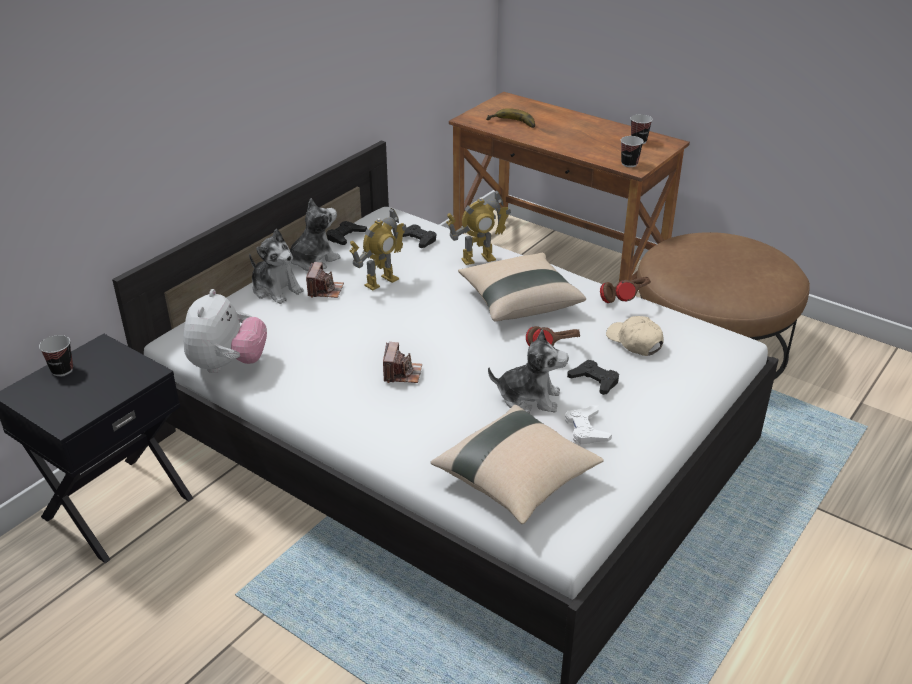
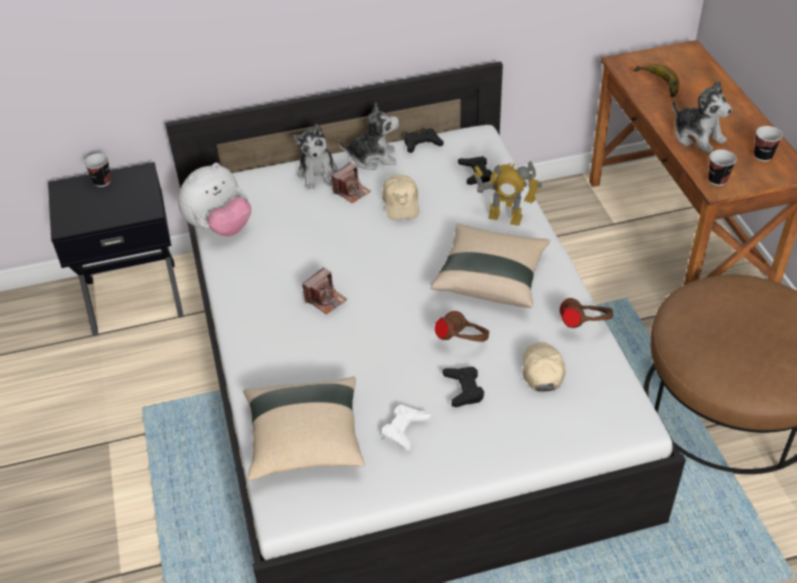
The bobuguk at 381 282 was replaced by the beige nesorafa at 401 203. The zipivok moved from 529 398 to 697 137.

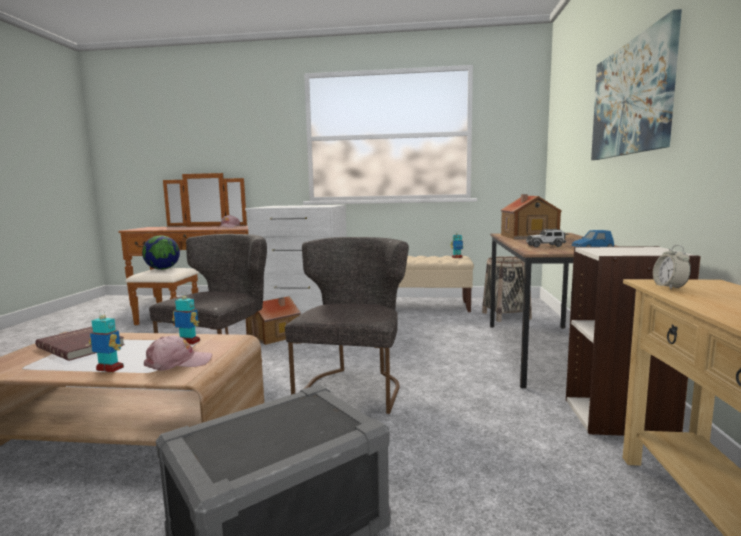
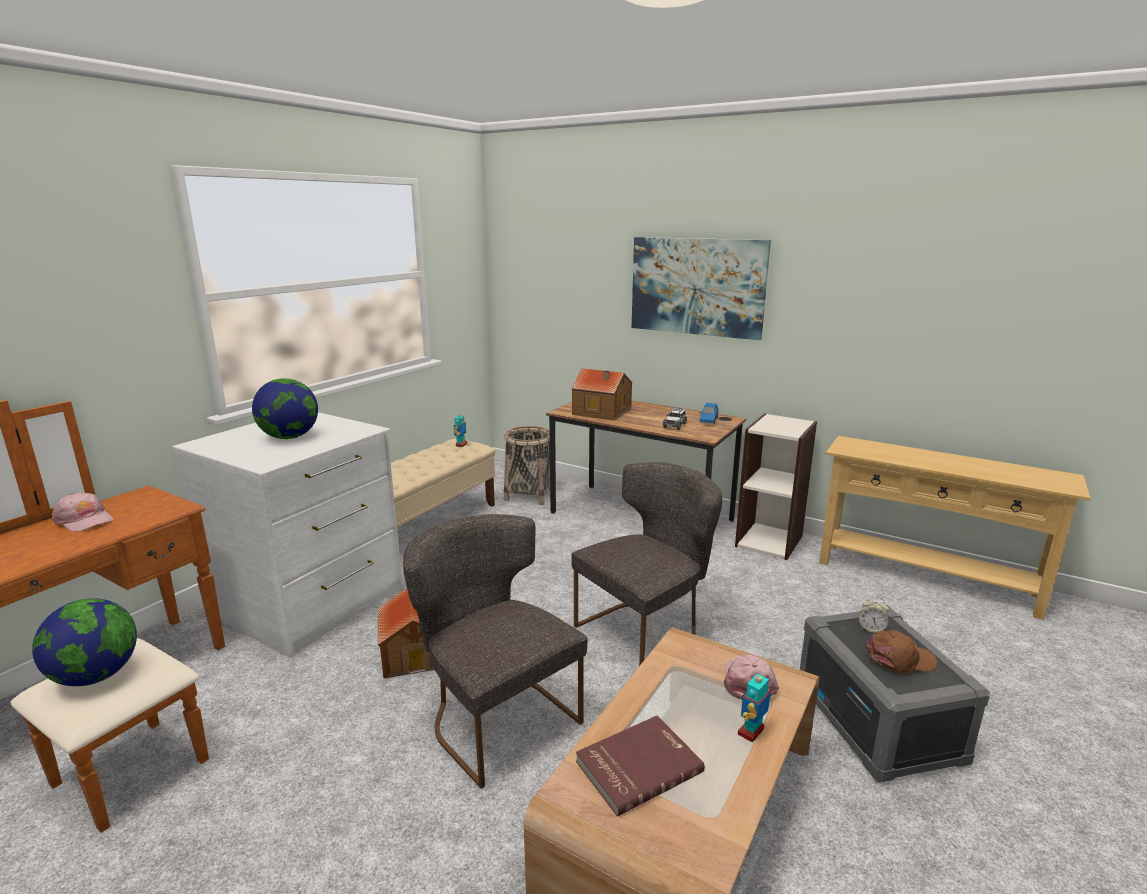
The bobuguk at 188 342 disappeared. The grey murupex at 353 386 turned 105 degrees clockwise. The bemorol moved from 669 287 to 871 629. The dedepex at 290 437 appeared. The brown nesorafa at 900 659 appeared.

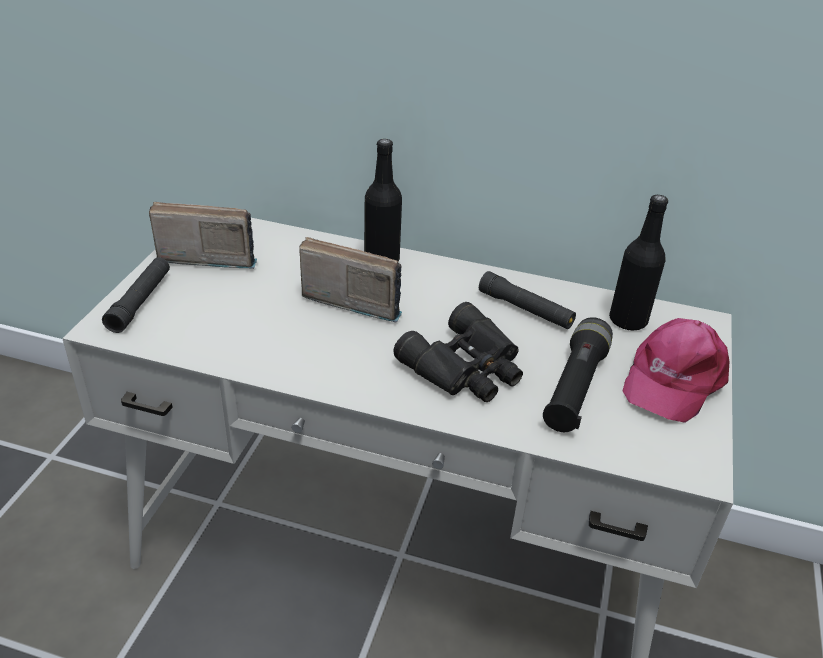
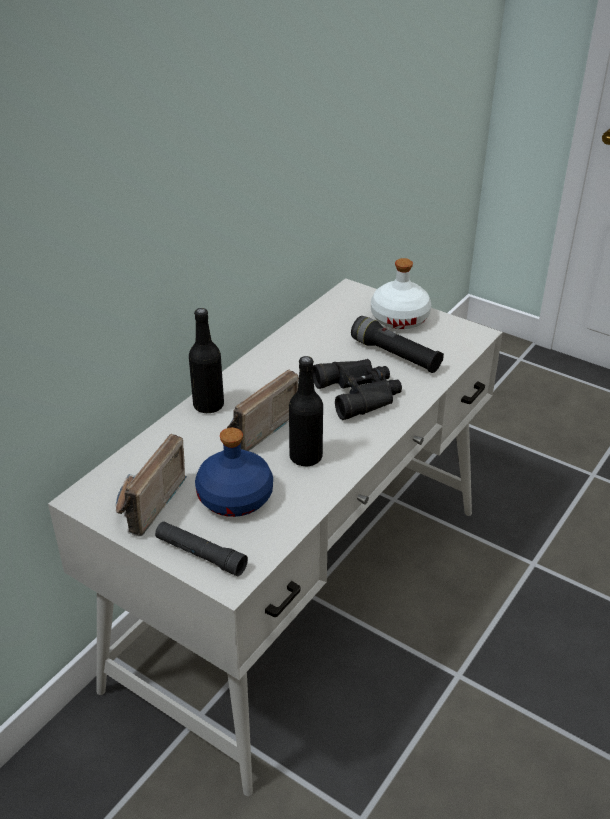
The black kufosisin at 525 309 disappeared. The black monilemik moved from 628 320 to 306 457. The pink nesorafa at 673 379 was replaced by the white monilemik at 399 318. The blue monilemik at 235 498 appeared.

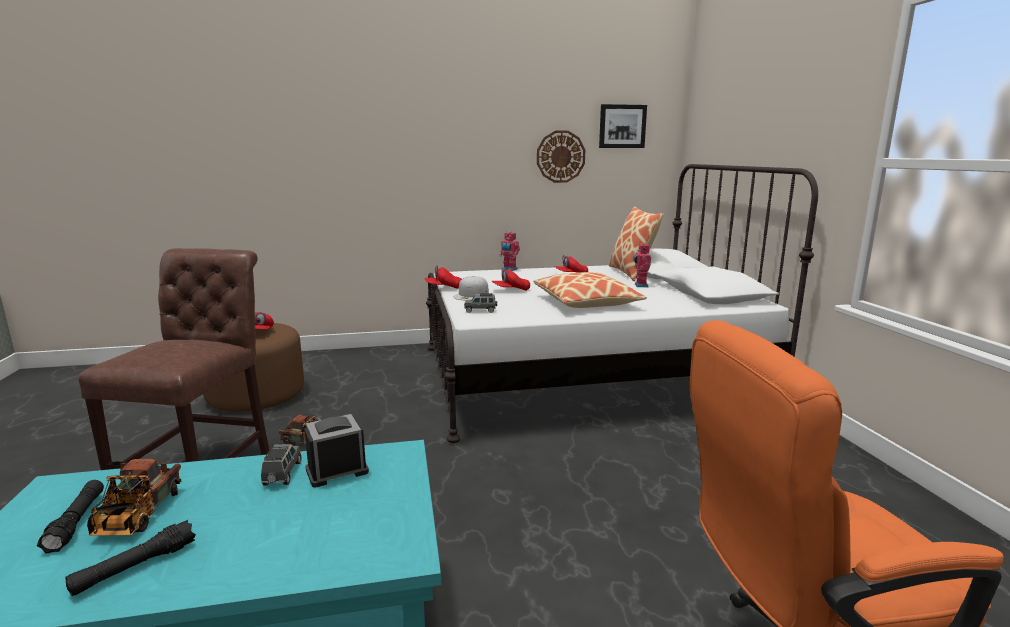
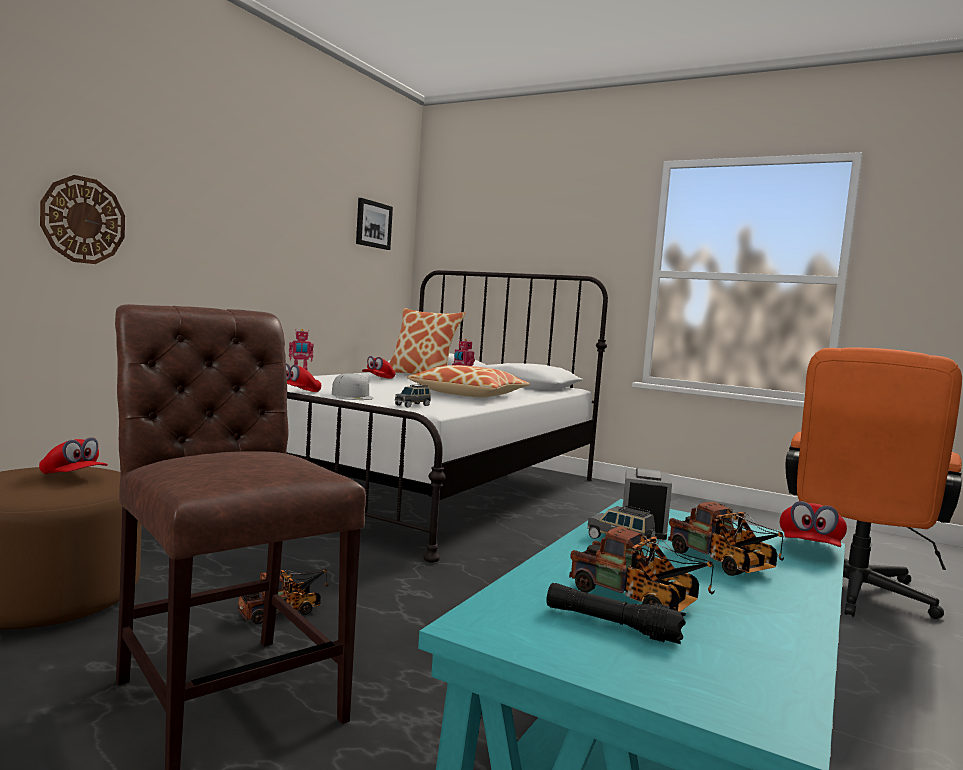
The black kufosisin at 135 567 disappeared. The red nesorafa moved from 511 290 to 809 549. The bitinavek moved from 560 156 to 83 220. The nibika at 724 564 appeared.

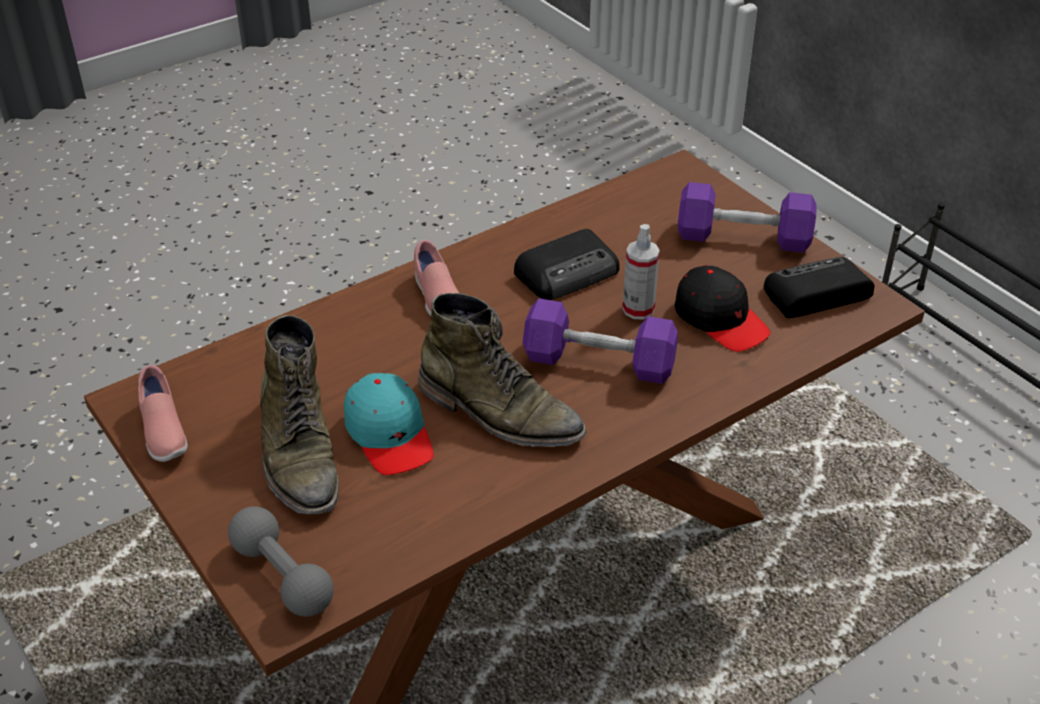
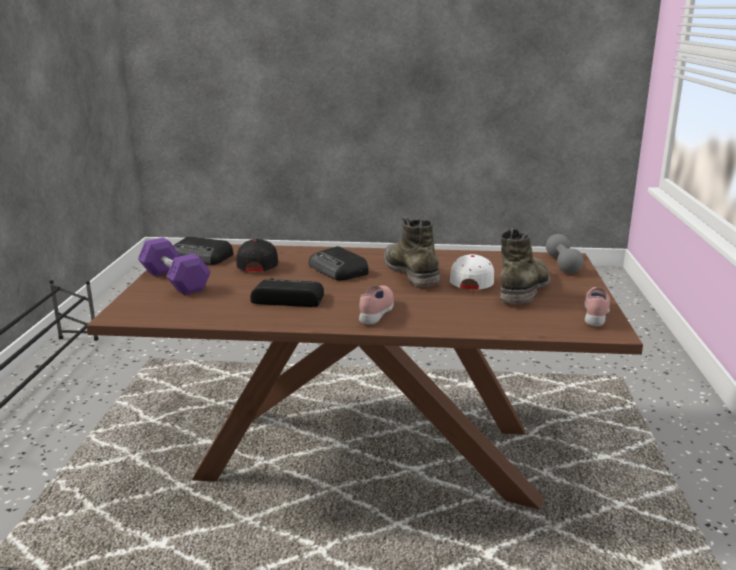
The turquoise nesorafa at 390 434 became the white nesorafa at 472 281. The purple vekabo at 599 362 was replaced by the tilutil at 338 270. The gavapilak at 638 309 disappeared.

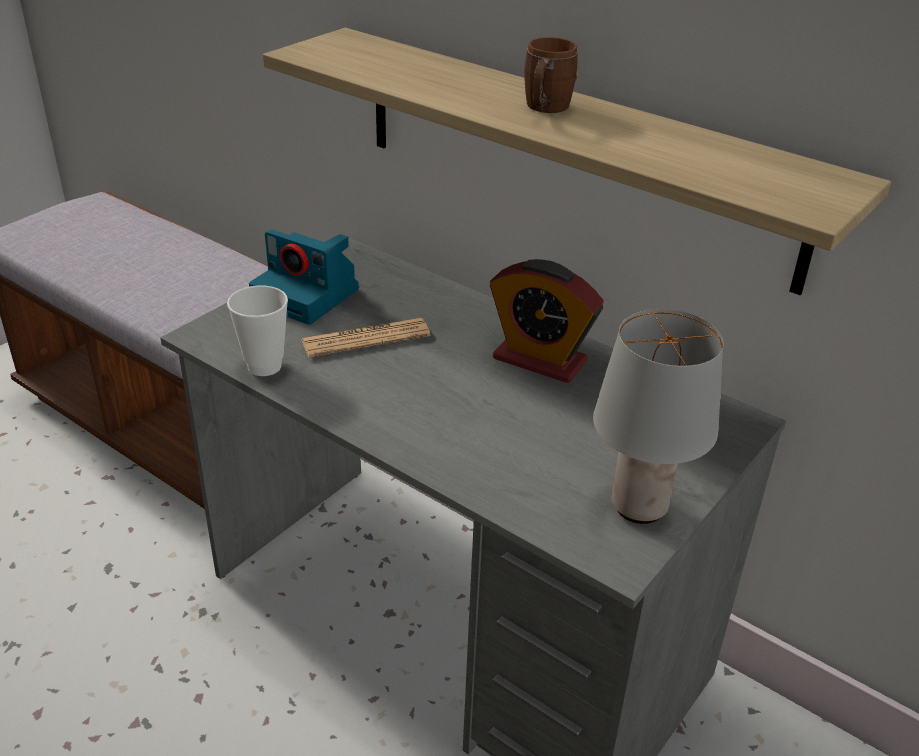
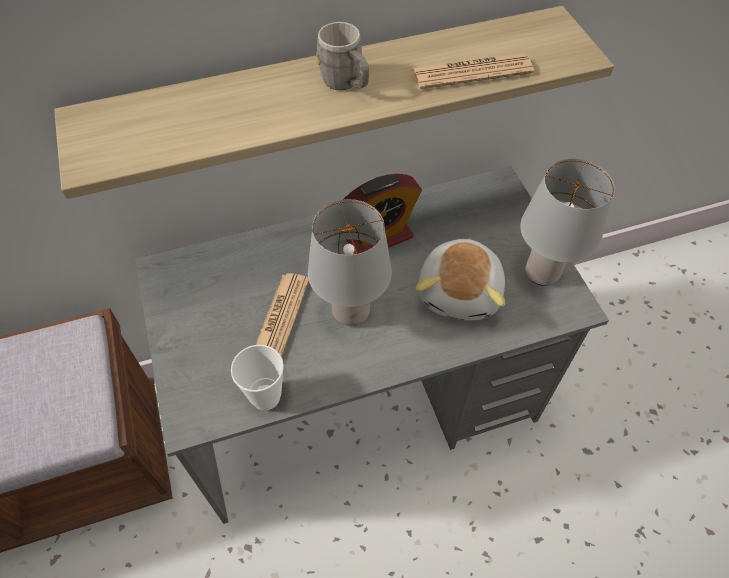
The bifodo at 308 296 disappeared. The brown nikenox at 544 109 became the grey nikenox at 346 84. The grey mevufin at 352 312 appeared. The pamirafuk at 471 72 appeared. The zipivok at 461 292 appeared.

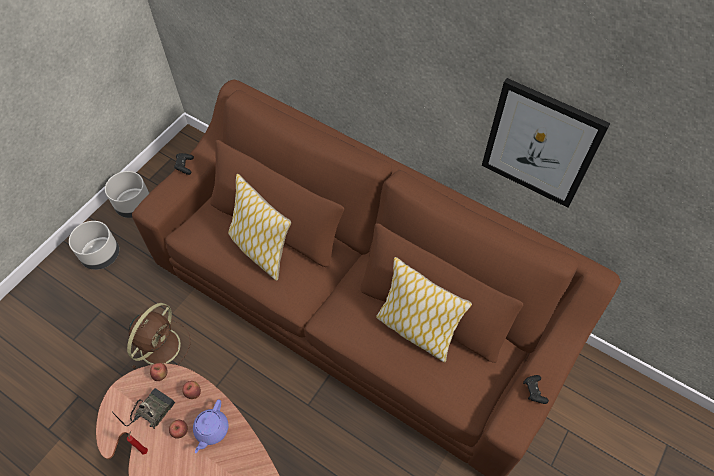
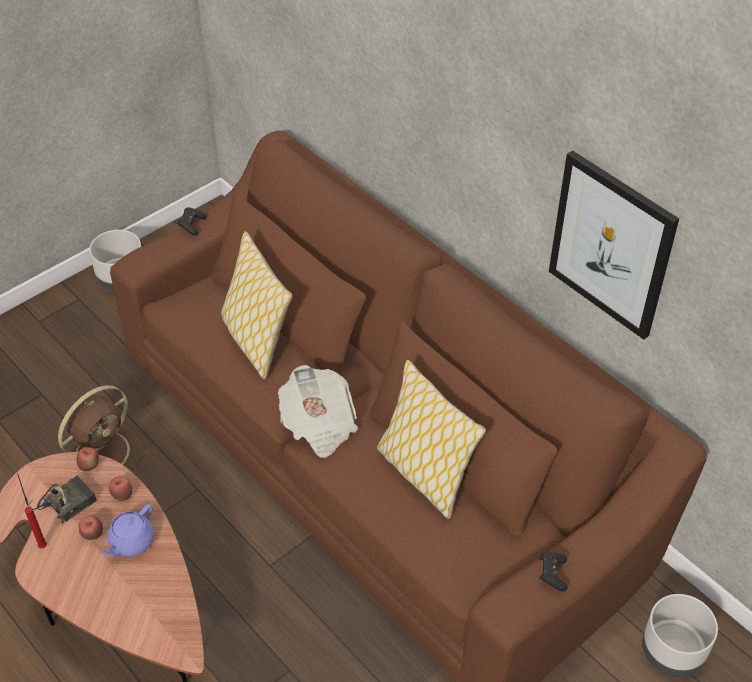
The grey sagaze moved from 101 256 to 672 652. The pamirafuk at 319 424 appeared.

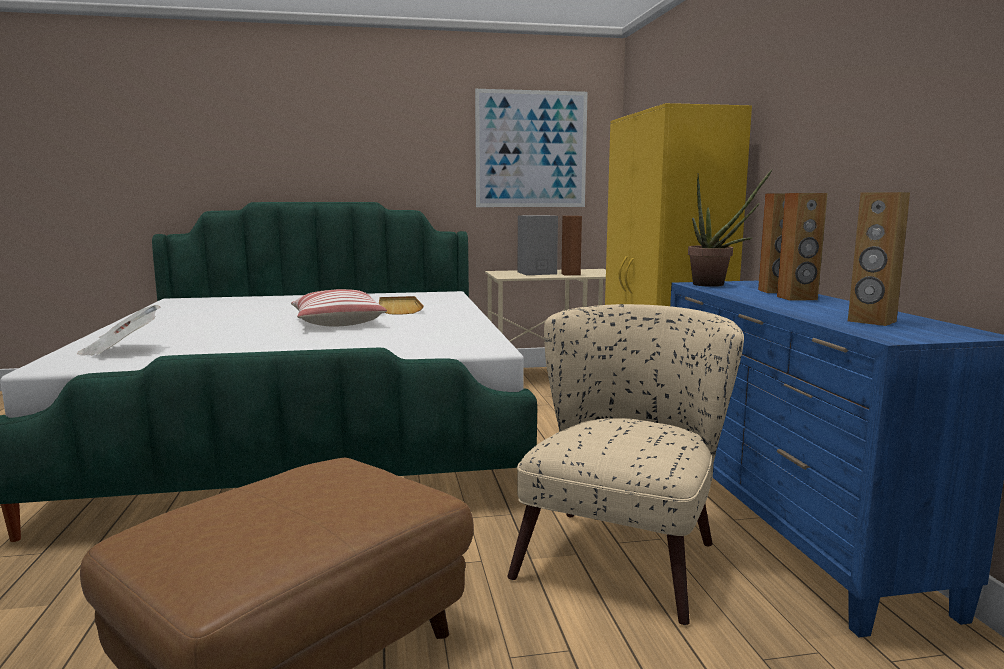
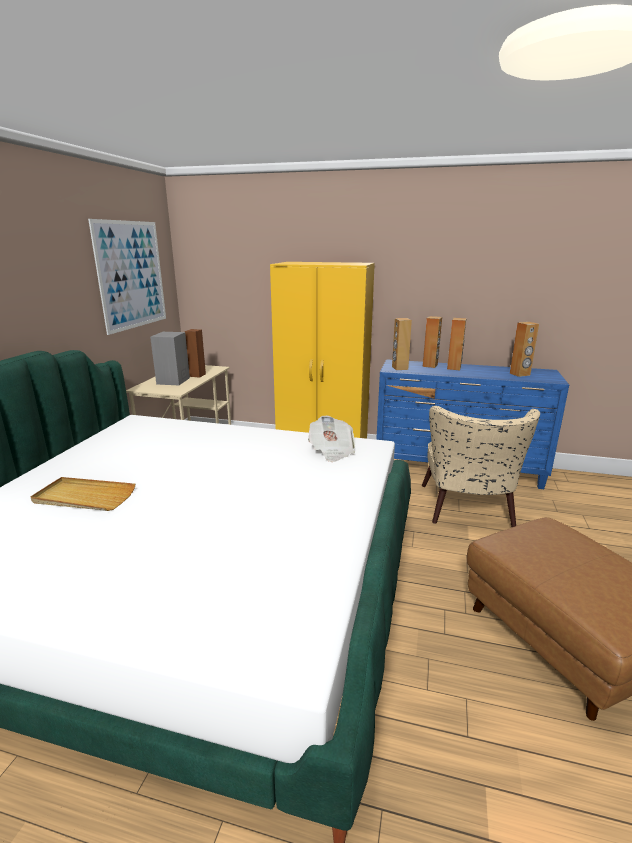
The pamirafuk moved from 121 351 to 331 451. The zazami at 337 323 disappeared. The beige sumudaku moved from 399 308 to 84 497. The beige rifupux at 624 551 turned 135 degrees counterclockwise. The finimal at 715 285 was replaced by the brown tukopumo at 399 368.

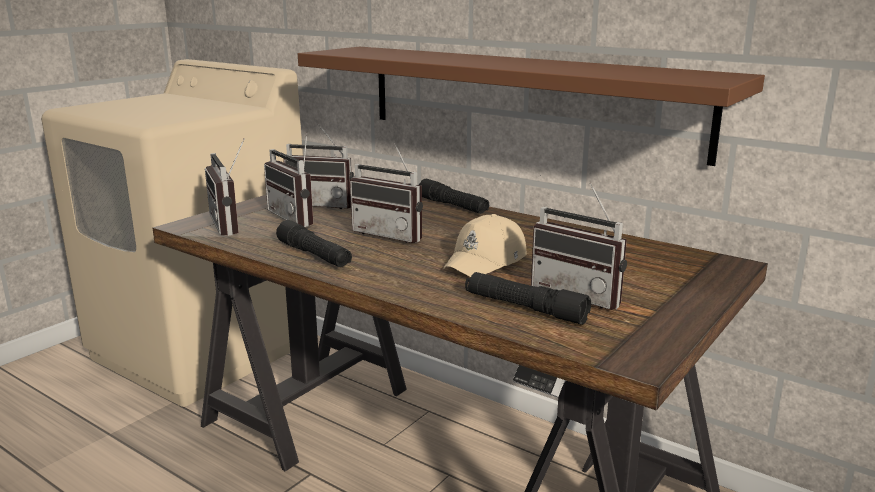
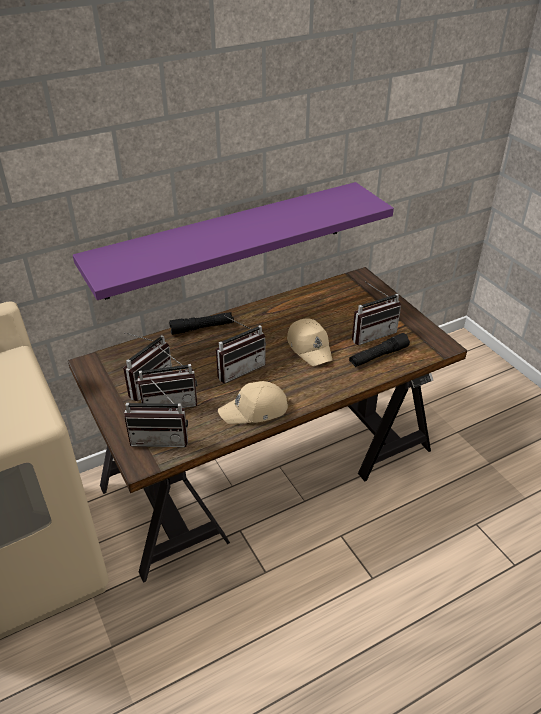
The black kufosisin at 314 255 was replaced by the beige nesorafa at 255 410. The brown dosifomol at 526 99 became the purple dosifomol at 227 239.

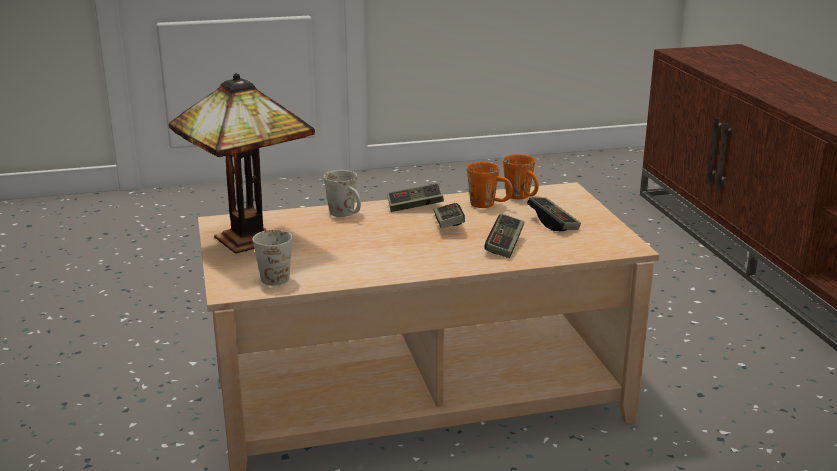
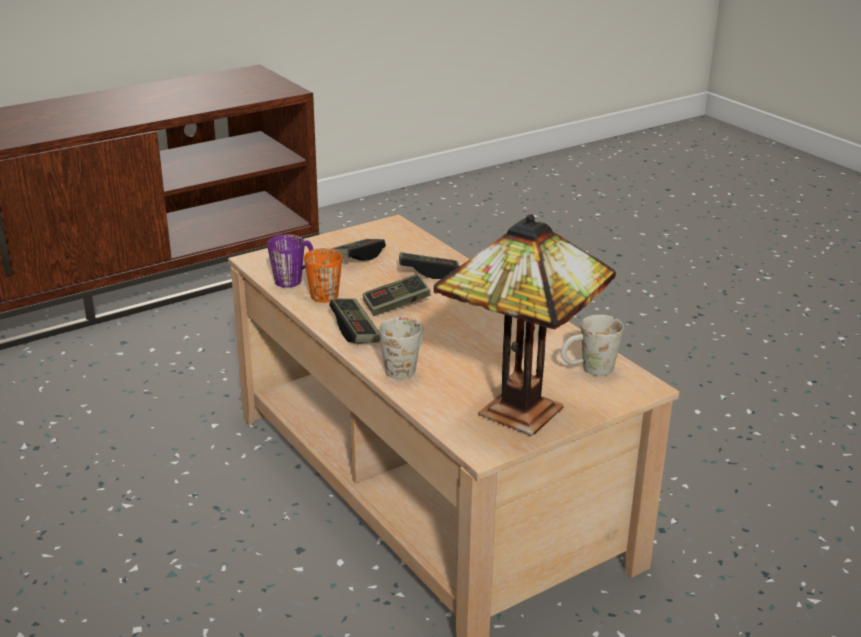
The orange nikenox at 522 197 became the purple nikenox at 294 278.

